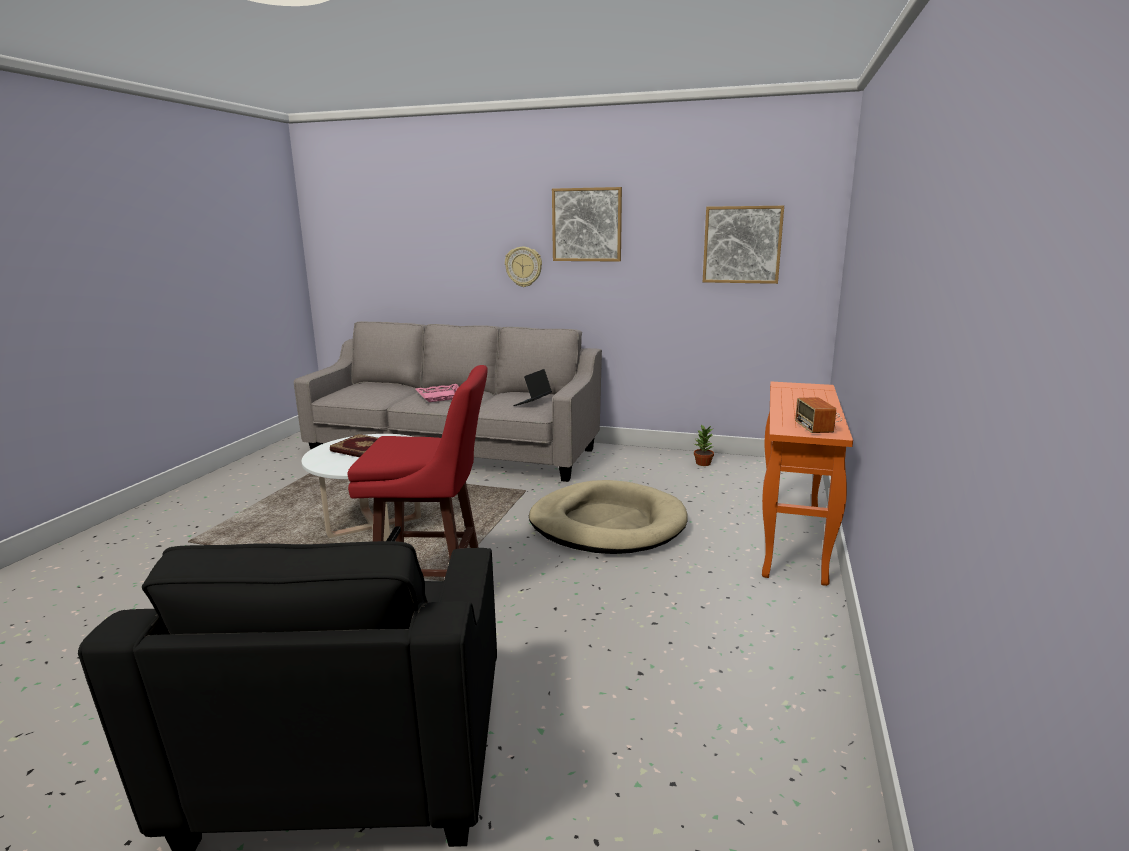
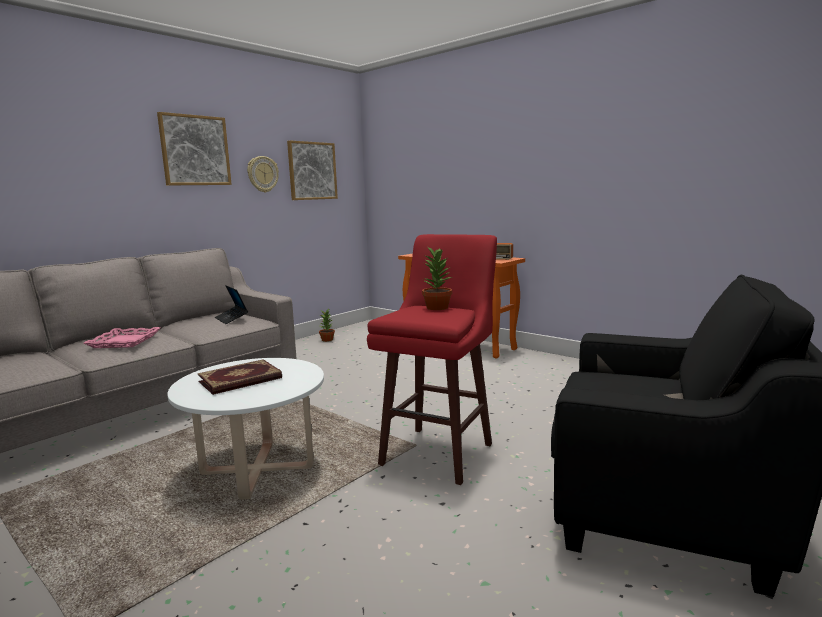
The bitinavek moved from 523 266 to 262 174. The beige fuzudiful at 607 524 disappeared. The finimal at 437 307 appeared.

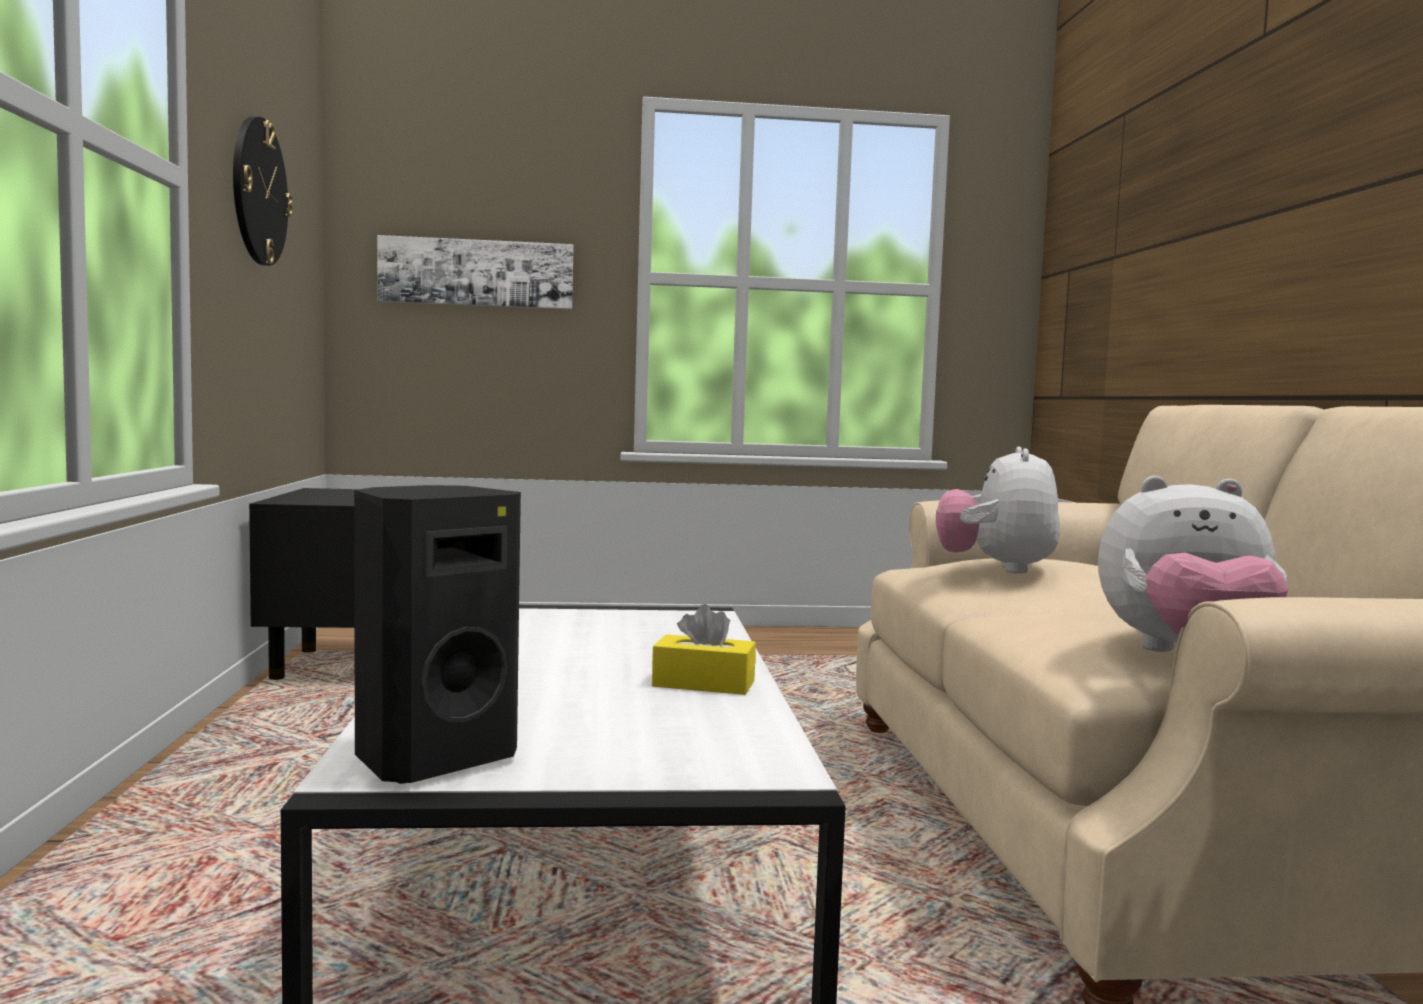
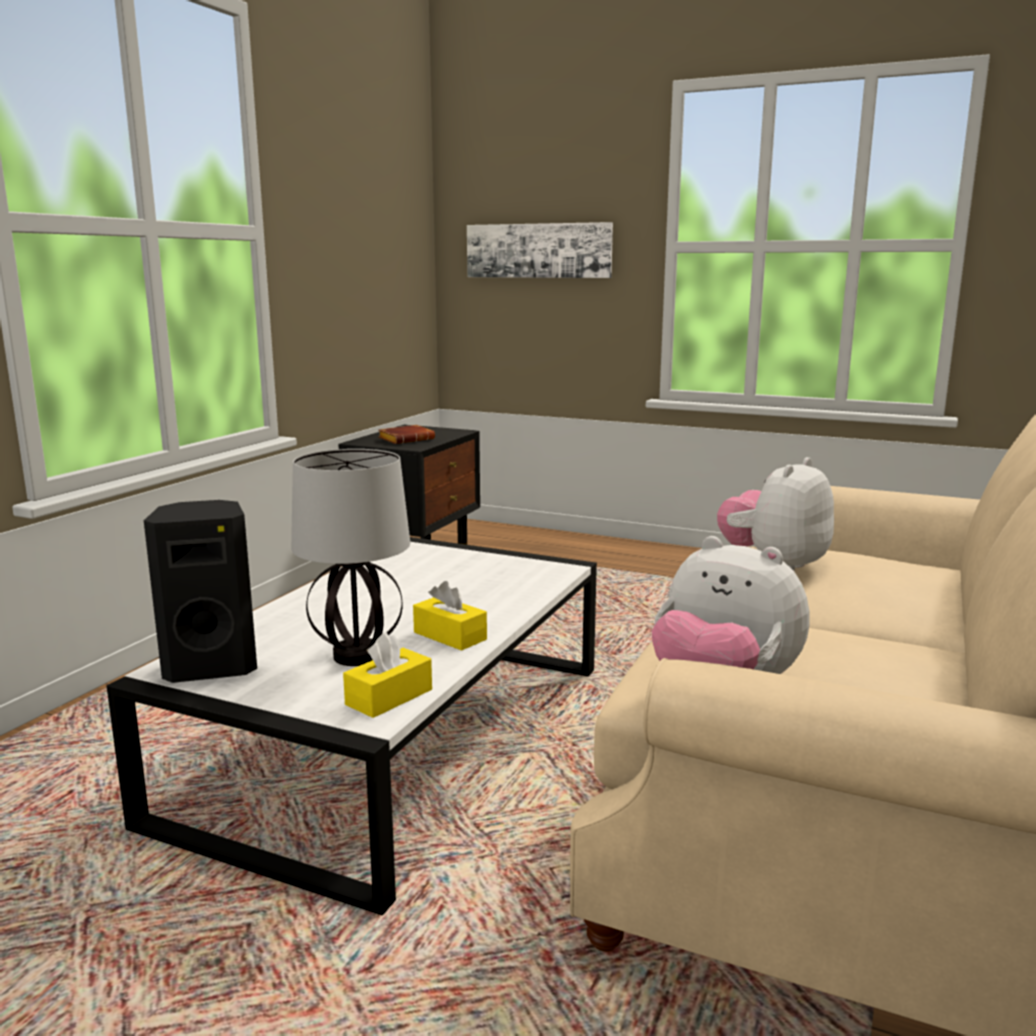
The bitinavek at 259 192 disappeared. The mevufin at 356 656 appeared. The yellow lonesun at 389 697 appeared. The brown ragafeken at 407 439 appeared.

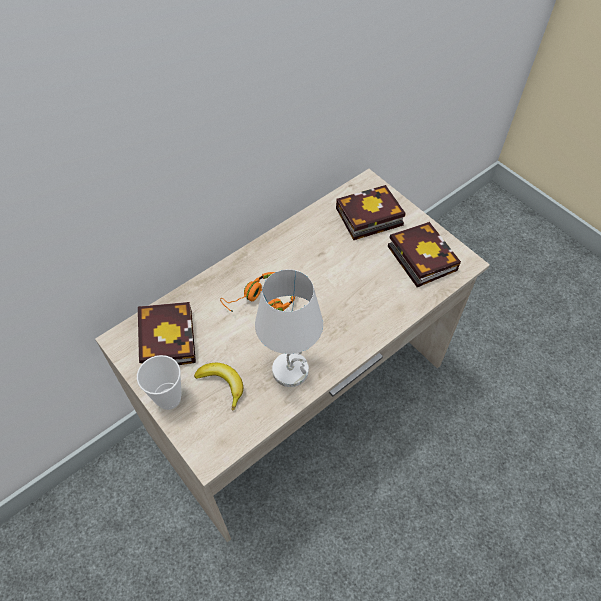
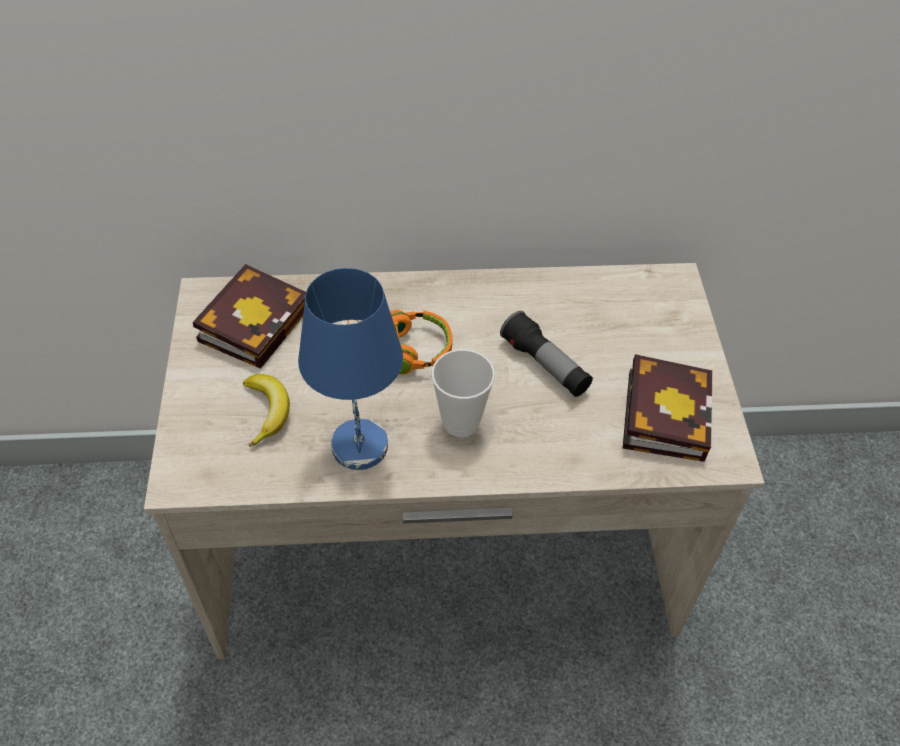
The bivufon moved from 169 398 to 460 423. The white mevufin at 291 370 became the blue mevufin at 360 447. The ragafeken at 367 218 disappeared. The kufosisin at 545 365 appeared.

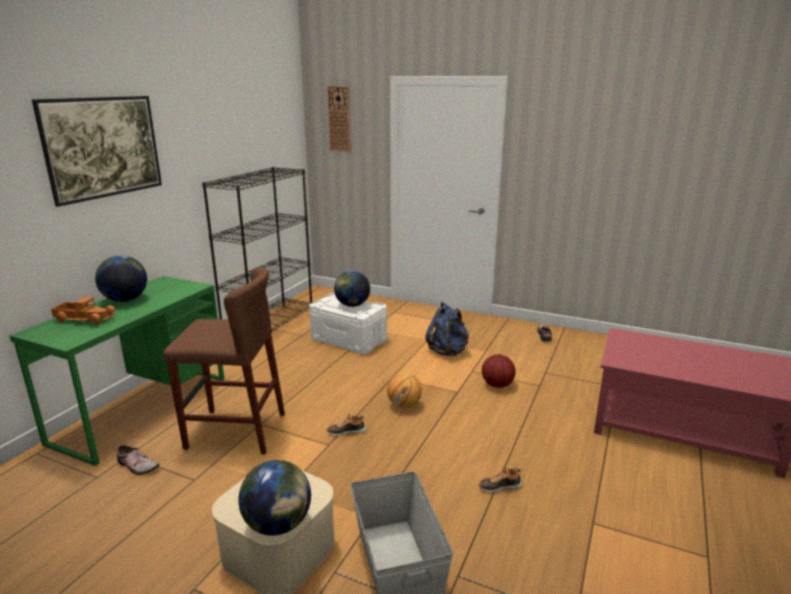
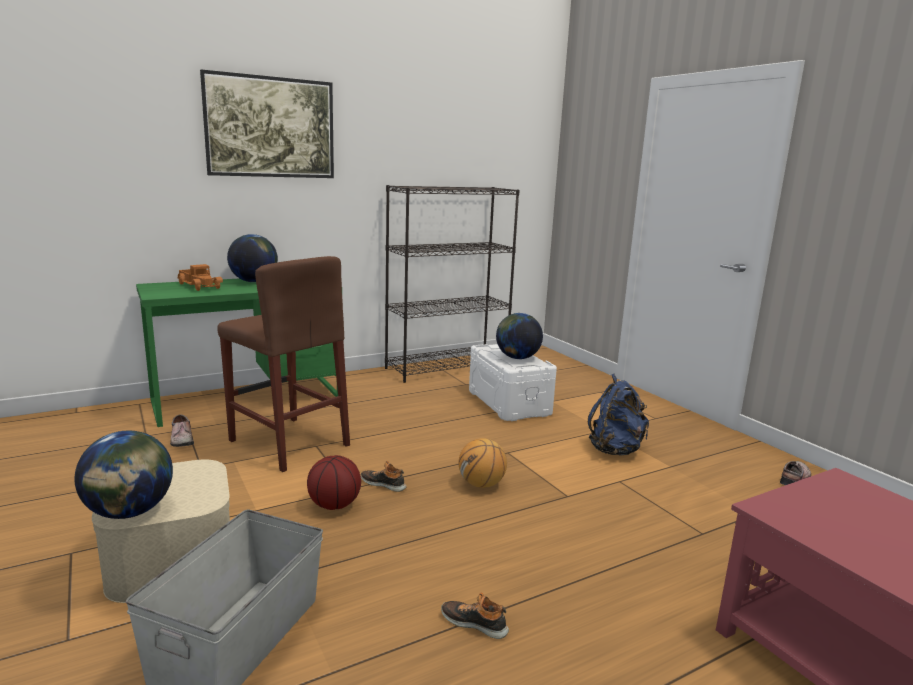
The bitinavek at 339 119 disappeared. The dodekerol moved from 497 385 to 335 505.

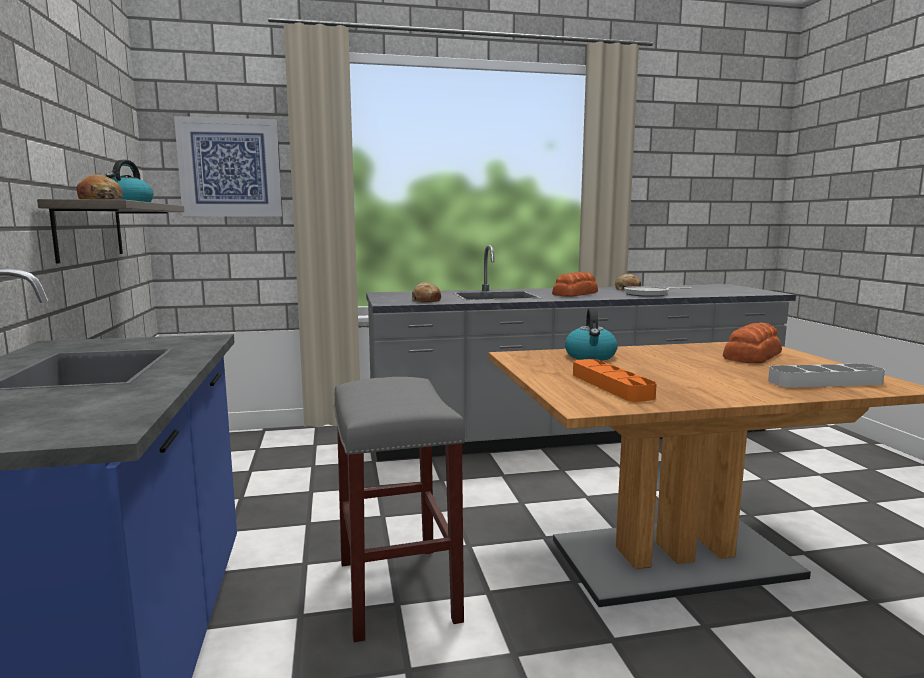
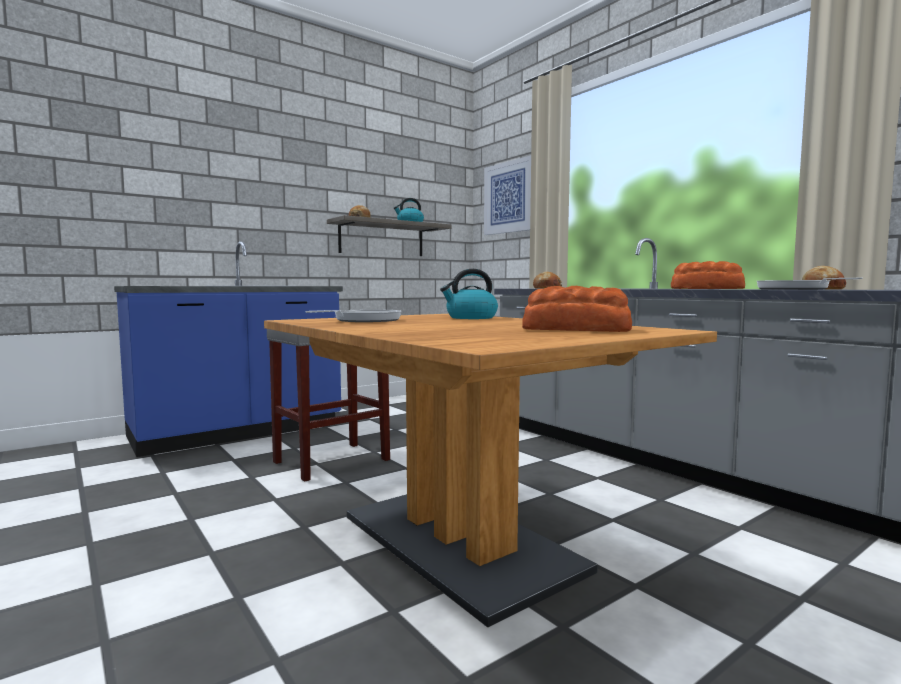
The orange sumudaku at 611 385 was replaced by the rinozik at 363 320. The grey sumudaku at 825 382 disappeared.

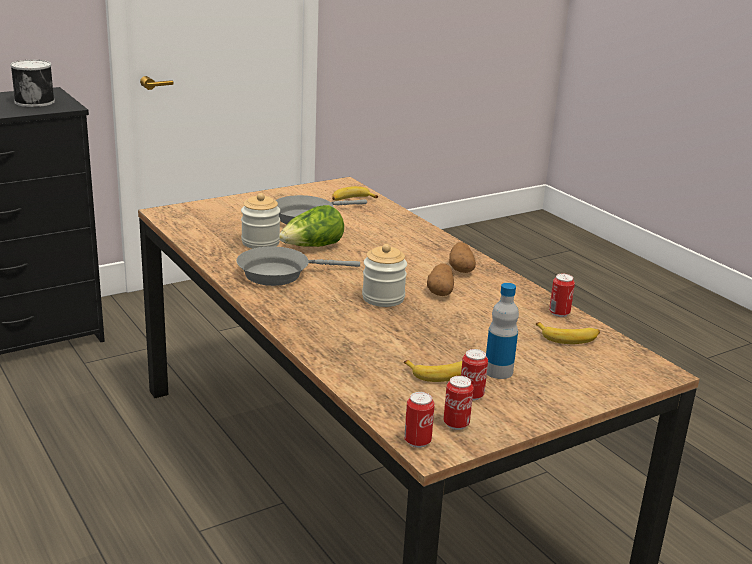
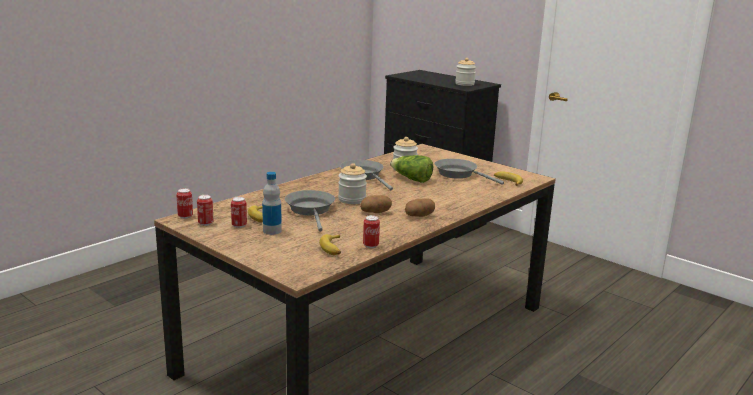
The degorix at 35 101 was replaced by the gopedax at 464 84. The grey rinozik at 311 210 appeared.

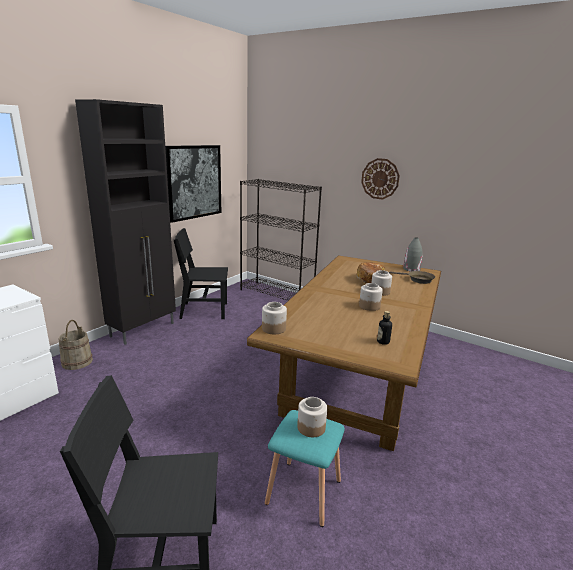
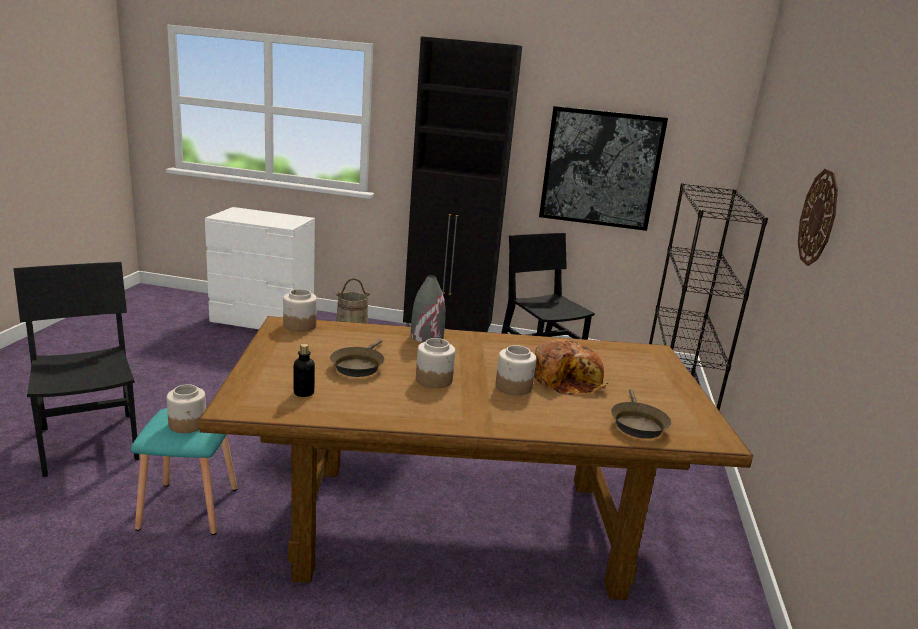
The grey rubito moved from 411 269 to 426 336. The brown rinozik at 358 366 appeared.

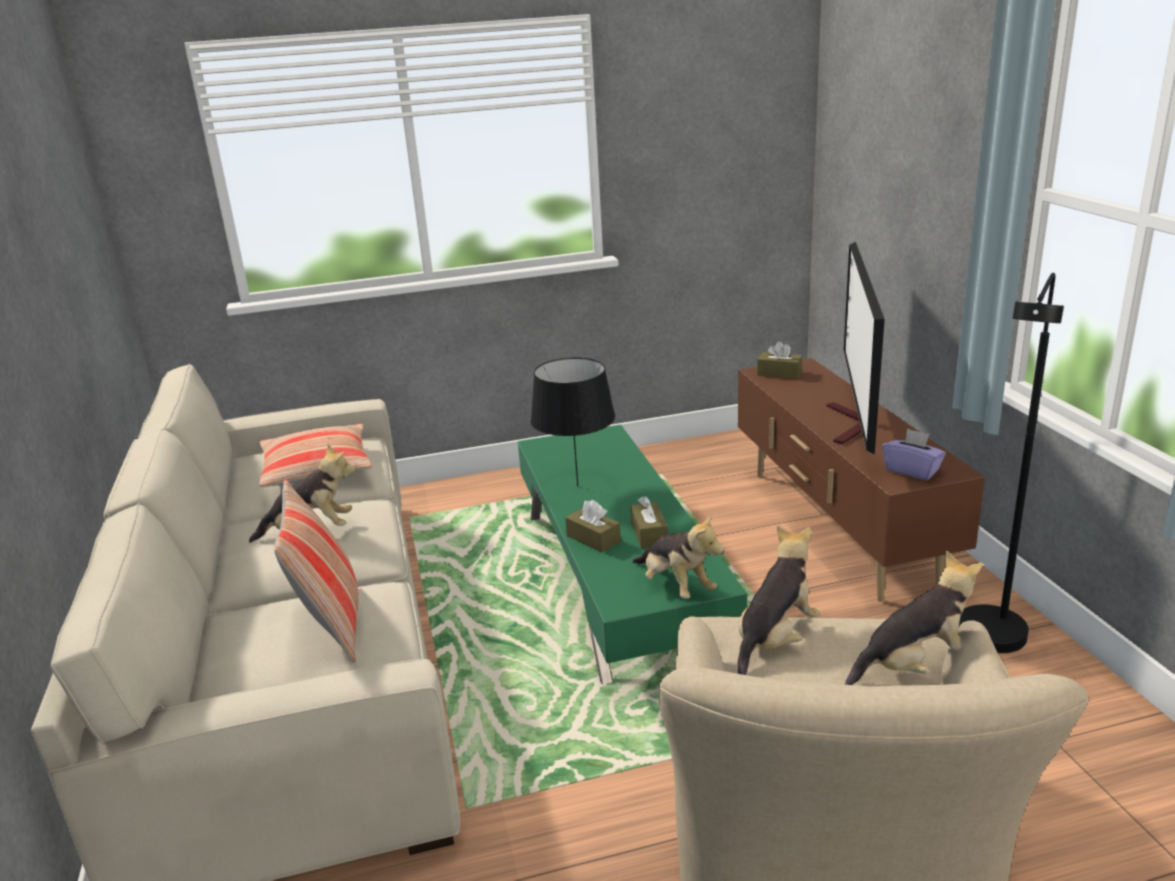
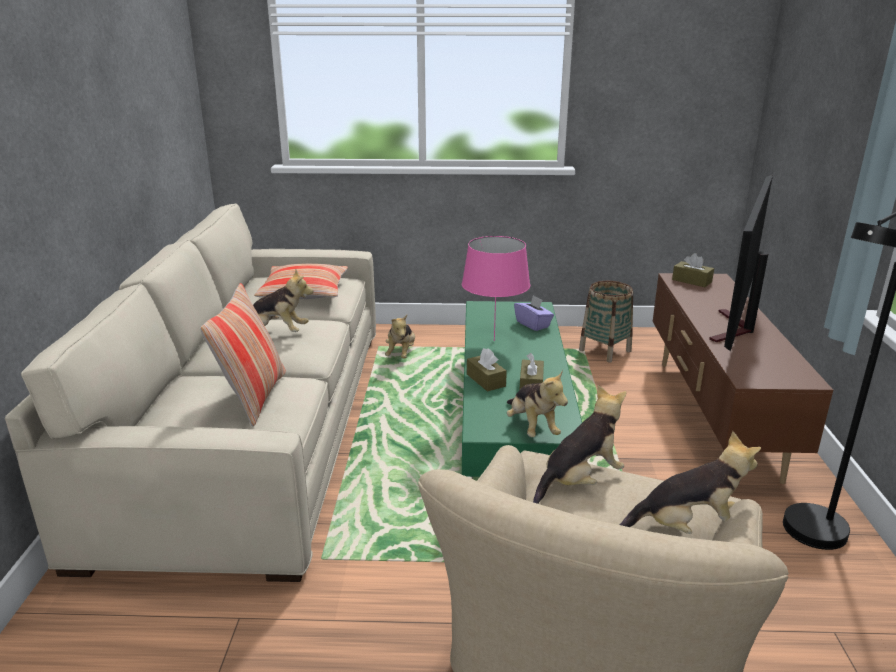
The black mevufin at 577 486 became the pink mevufin at 494 340. The purple lonesun moved from 912 471 to 533 324. The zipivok at 401 354 appeared. The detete at 605 351 appeared.

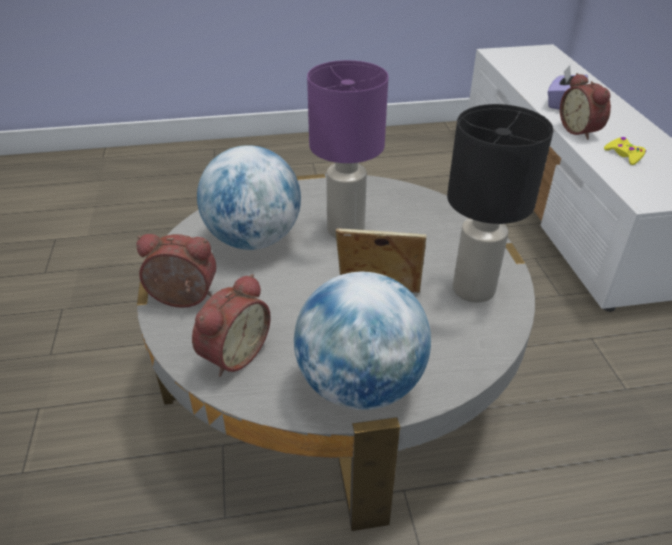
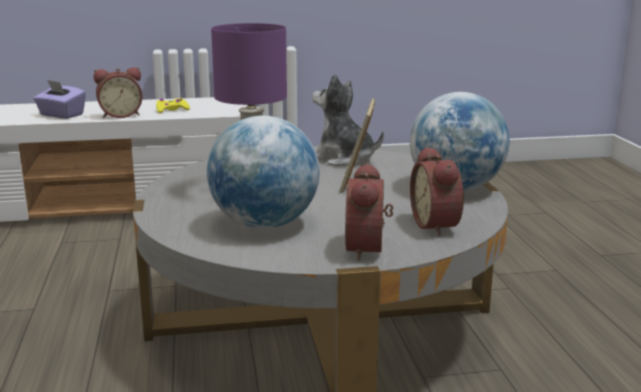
The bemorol at 232 353 turned 135 degrees counterclockwise. The black mevufin at 472 289 was replaced by the zipivok at 343 159.

